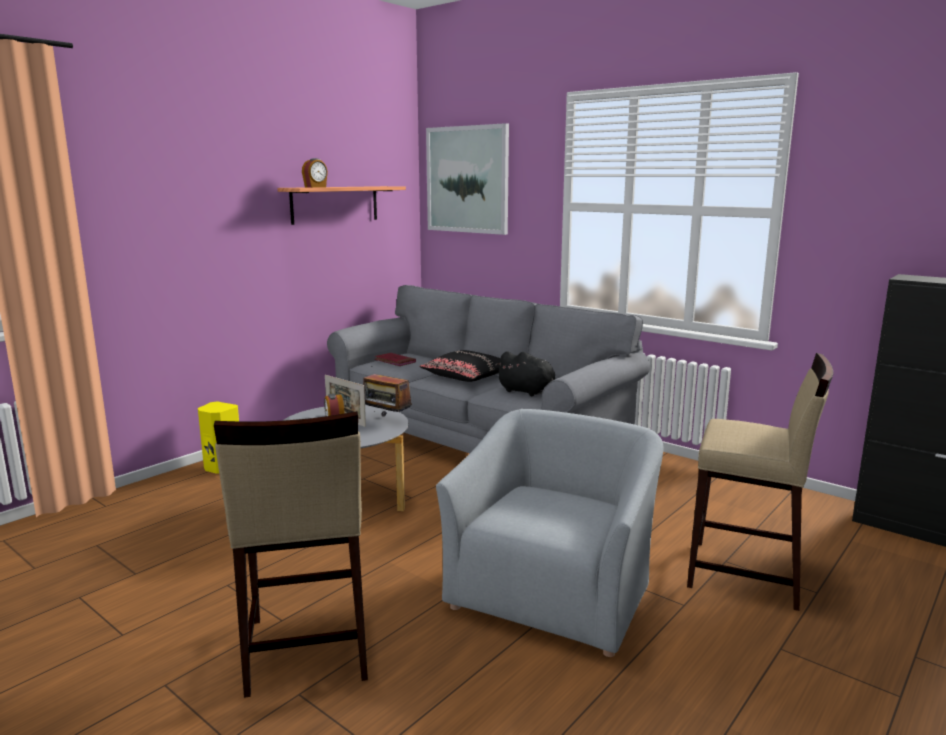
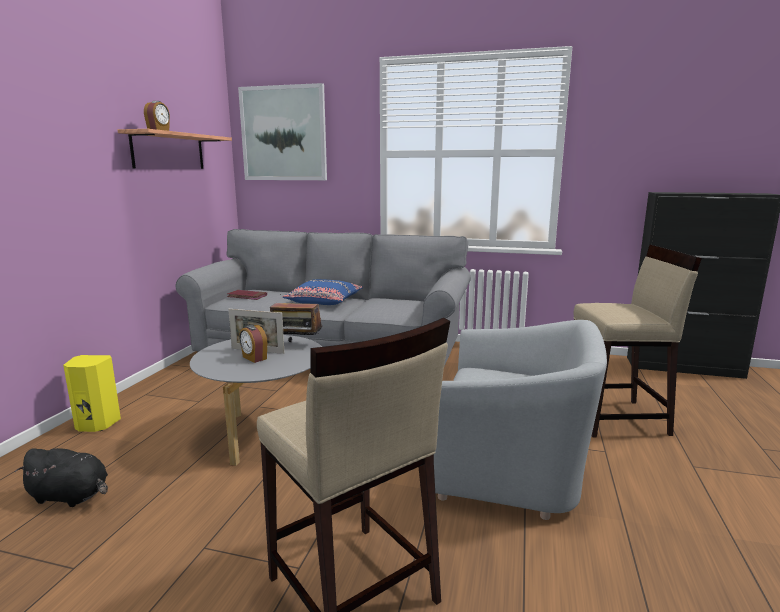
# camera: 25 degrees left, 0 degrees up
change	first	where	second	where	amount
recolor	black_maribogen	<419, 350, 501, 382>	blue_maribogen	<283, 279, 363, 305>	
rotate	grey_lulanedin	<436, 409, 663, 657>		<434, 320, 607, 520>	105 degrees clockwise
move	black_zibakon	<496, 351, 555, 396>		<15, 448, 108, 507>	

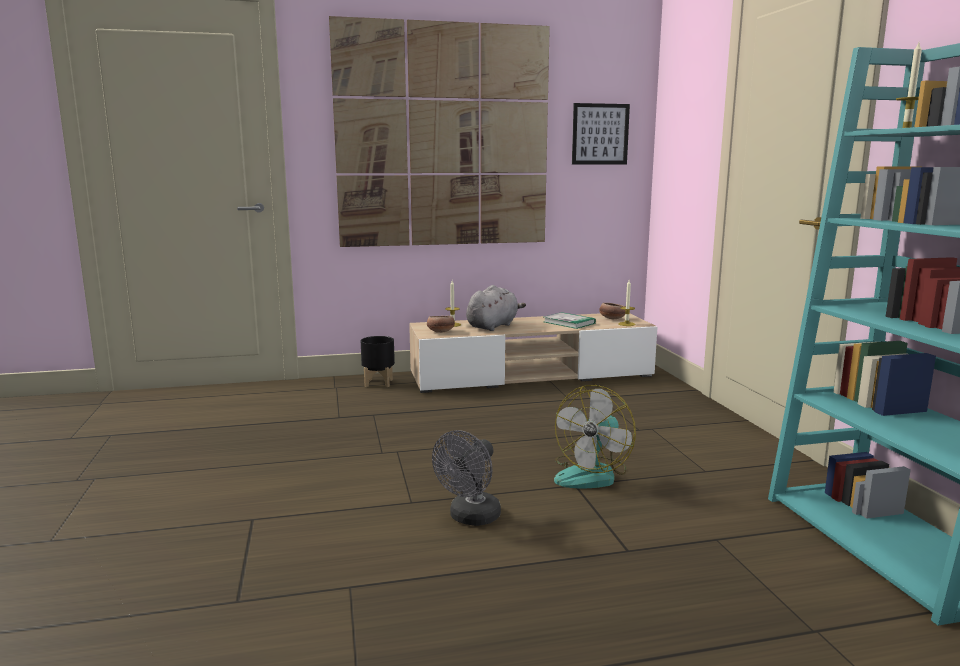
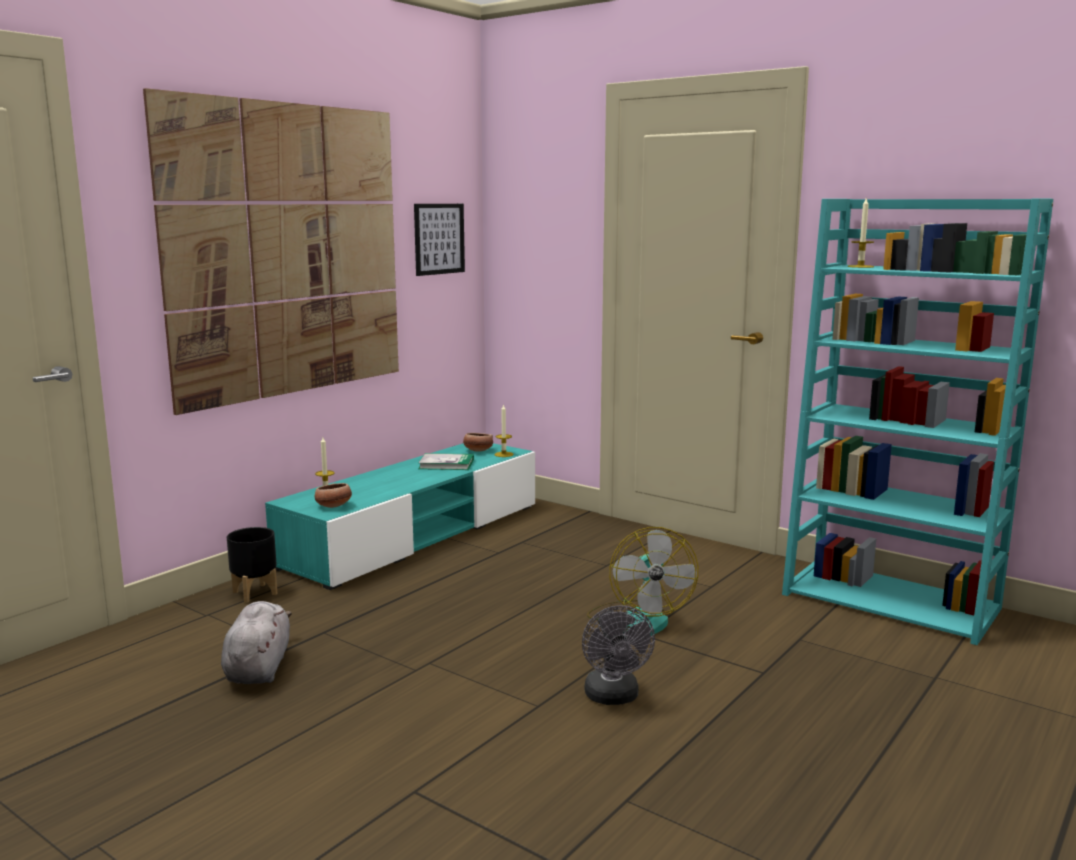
# camera: 40 degrees left, 0 degrees up
change	first	where	second	where	amount
recolor	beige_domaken	<409, 313, 657, 393>	turquoise_domaken	<265, 443, 535, 590>	
move	grey_zibakon	<466, 285, 526, 331>		<221, 601, 292, 684>	

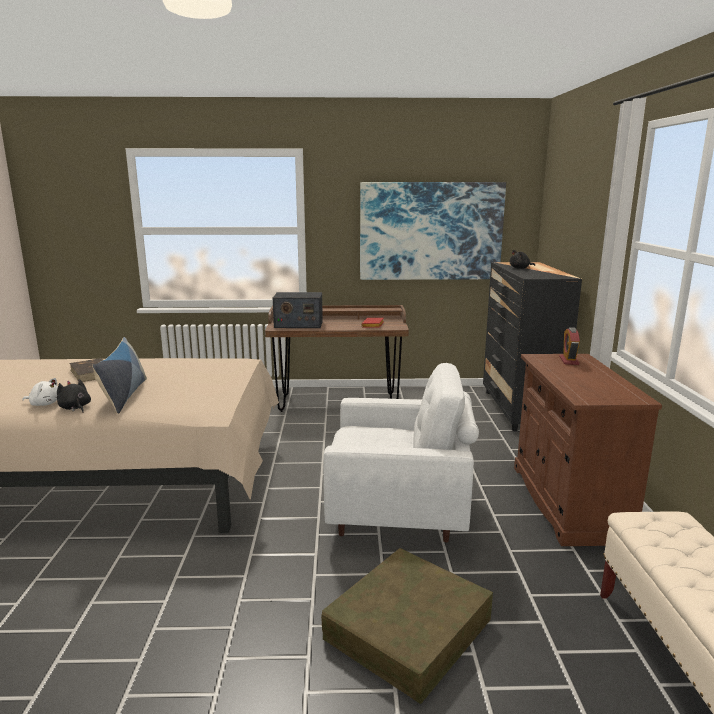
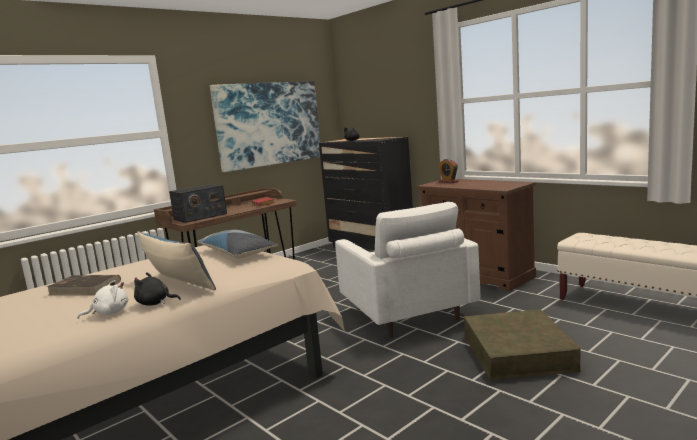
# camera: 40 degrees left, 5 degrees down
change	first	where	second	where	amount
rotate	white_lulanedin	<323, 363, 479, 542>		<335, 202, 481, 338>	105 degrees clockwise
insert			maribogen	<197, 230, 278, 259>	

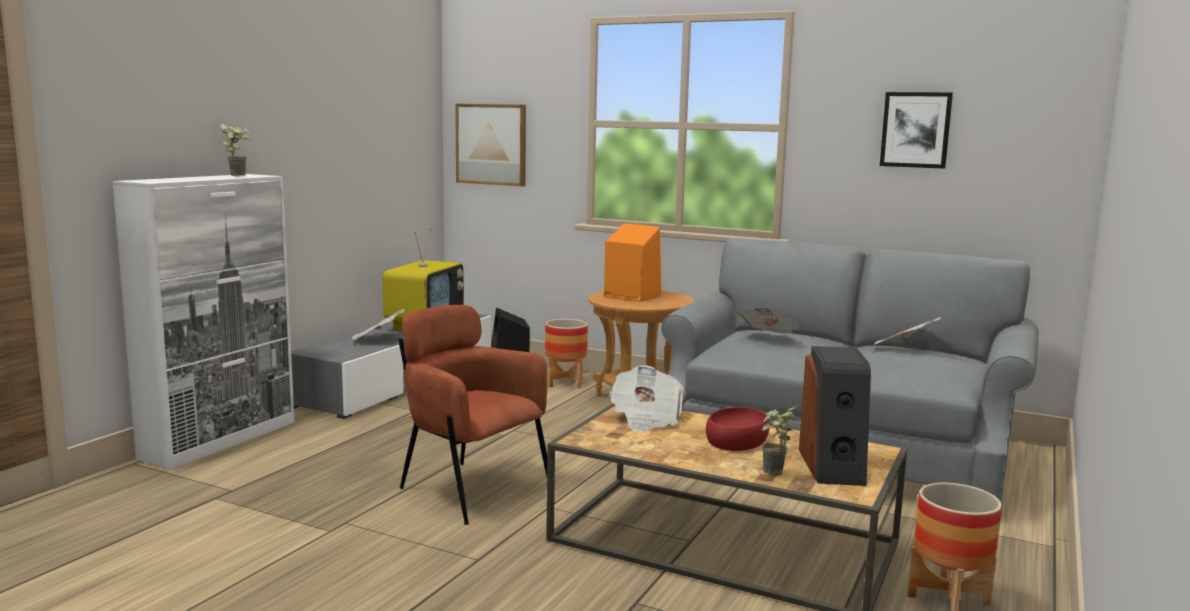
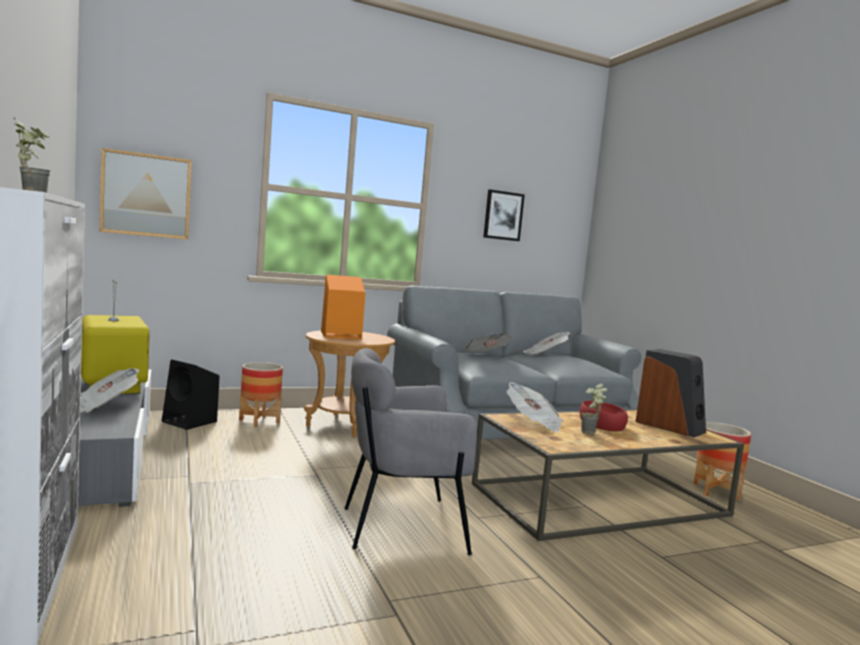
# camera: 50 degrees left, 5 degrees down
change	first	where	second	where	amount
recolor	brown_lulanedin	<398, 304, 548, 525>	grey_lulanedin	<345, 348, 477, 555>	
move	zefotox	<762, 405, 797, 476>		<581, 383, 607, 435>	

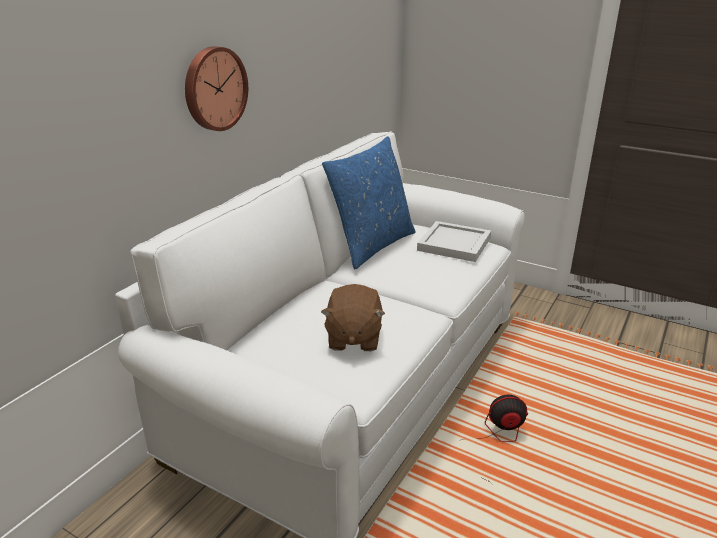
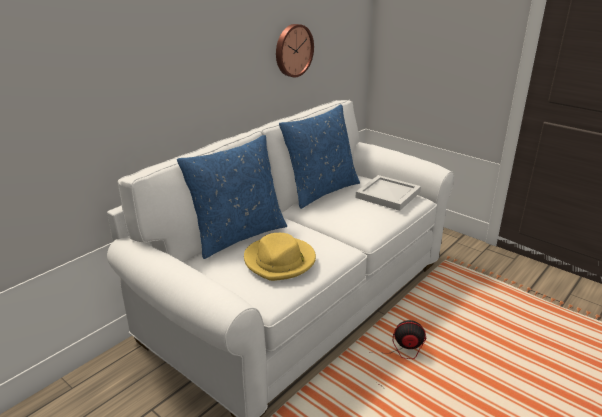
# camera: 10 degrees right, 0 degrees up
change	first	where	second	where	amount
move	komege	<185, 46, 248, 131>		<276, 24, 314, 77>	
replace	brown_zibakon	<321, 284, 385, 351>	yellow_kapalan	<244, 233, 316, 281>	
insert			blue_maribogen	<177, 135, 287, 259>	

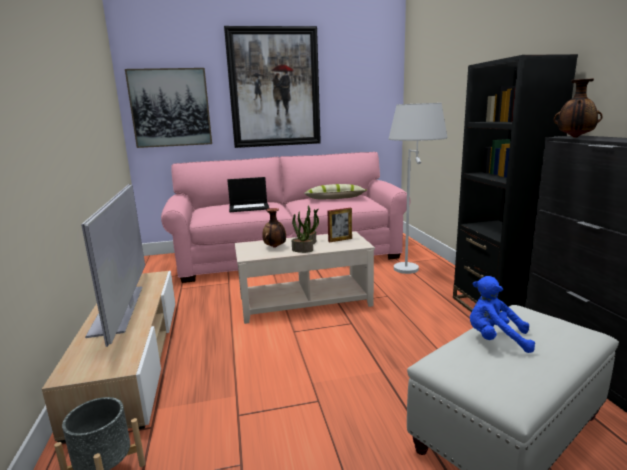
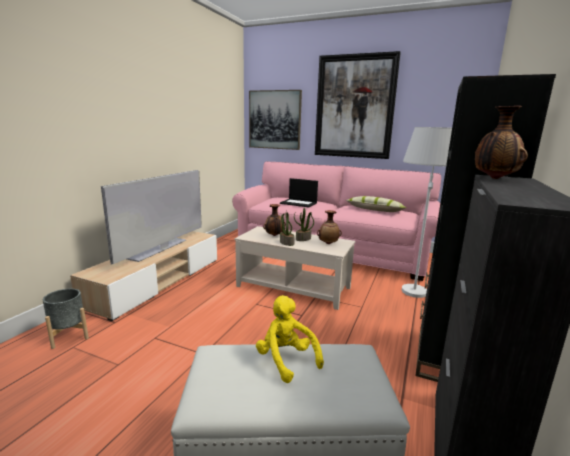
# camera: 35 degrees right, 0 degrees up
change	first	where	second	where	amount
replace	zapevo	<328, 208, 352, 242>	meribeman	<317, 210, 342, 244>	
recolor	blue_zibakon	<470, 276, 535, 353>	yellow_zibakon	<256, 295, 324, 383>	

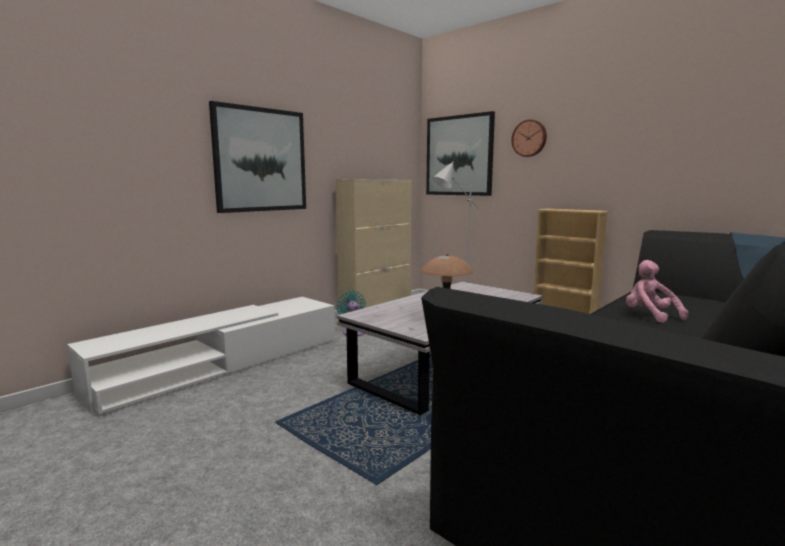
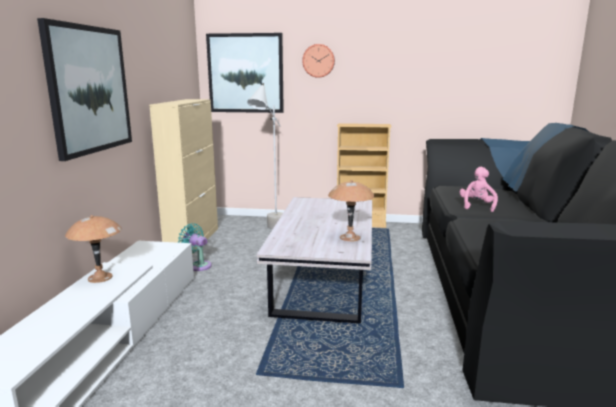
# camera: 35 degrees left, 5 degrees up
change	first	where	second	where	amount
rotate	pink_zibakon	<626, 260, 688, 323>		<460, 167, 498, 212>	75 degrees clockwise
insert			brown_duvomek	<65, 215, 122, 283>	

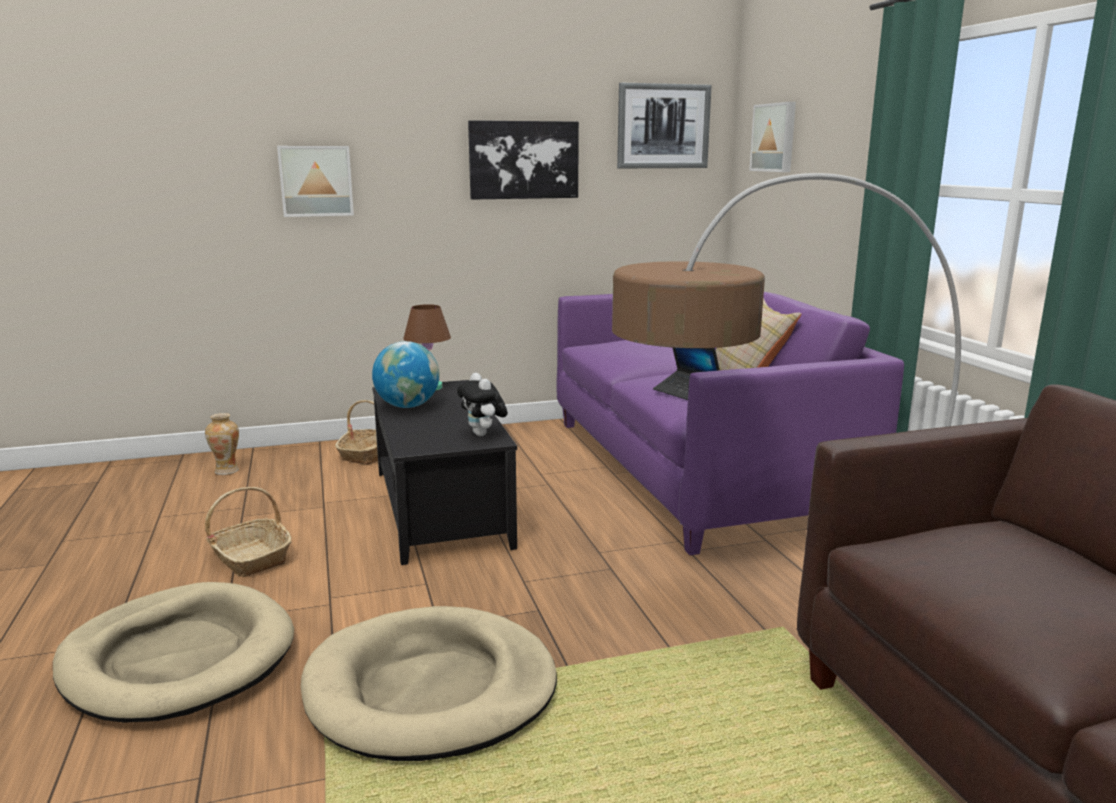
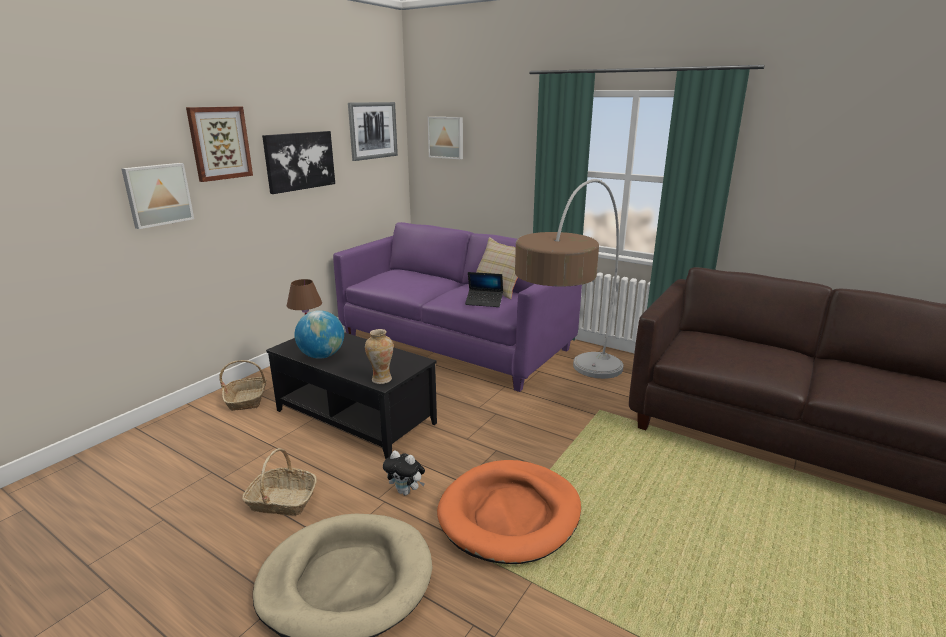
# camera: 40 degrees left, 5 degrees up
change	first	where	second	where	amount
move	meribeman	<205, 413, 239, 475>		<365, 329, 393, 384>	
recolor	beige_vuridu	<301, 606, 557, 761>	orange_vuridu	<437, 460, 581, 564>	
move	zibakon	<457, 373, 508, 436>		<383, 450, 425, 495>	
insert			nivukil	<186, 107, 253, 182>	

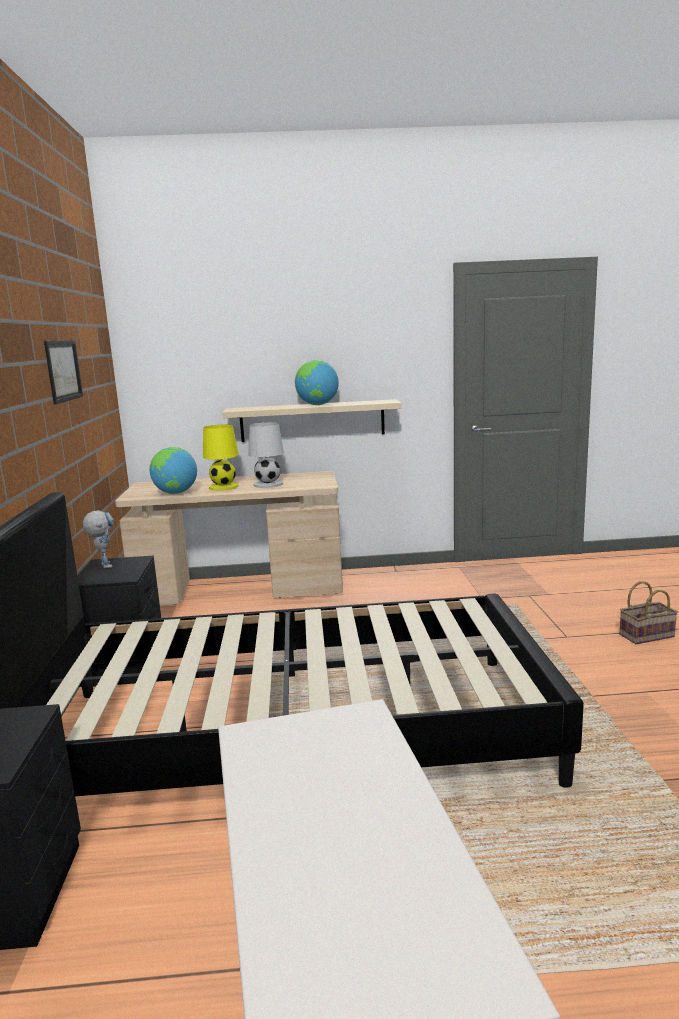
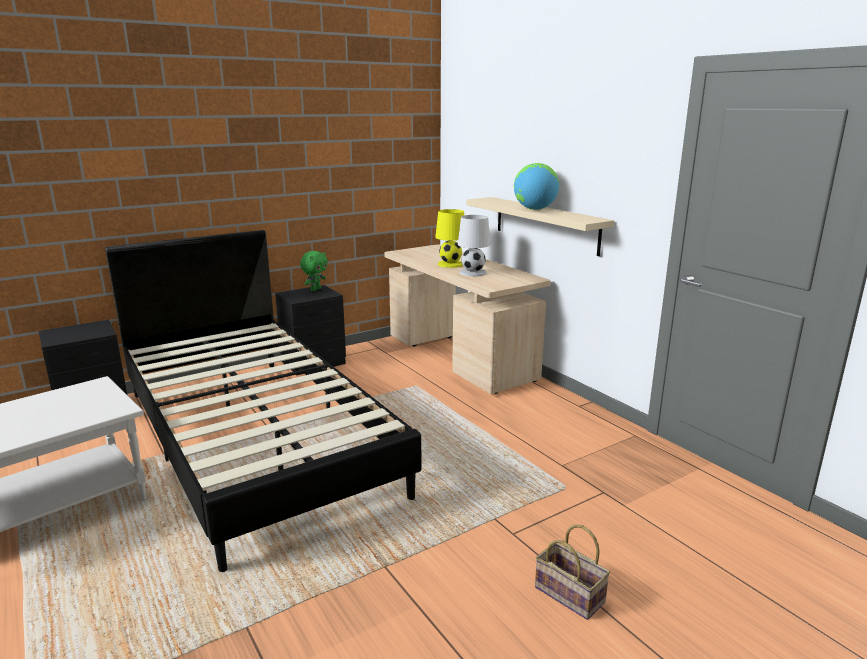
# camera: 60 degrees right, 5 degrees up
change	first	where	second	where	amount
delete	nivukil	<44, 340, 83, 404>			
replace	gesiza	<83, 510, 113, 568>	green_zibakon	<300, 251, 328, 291>	
delete	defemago	<149, 447, 197, 494>			

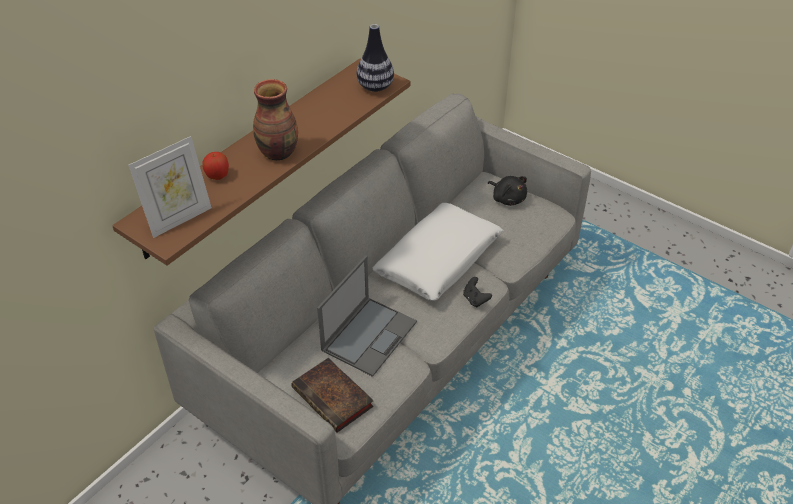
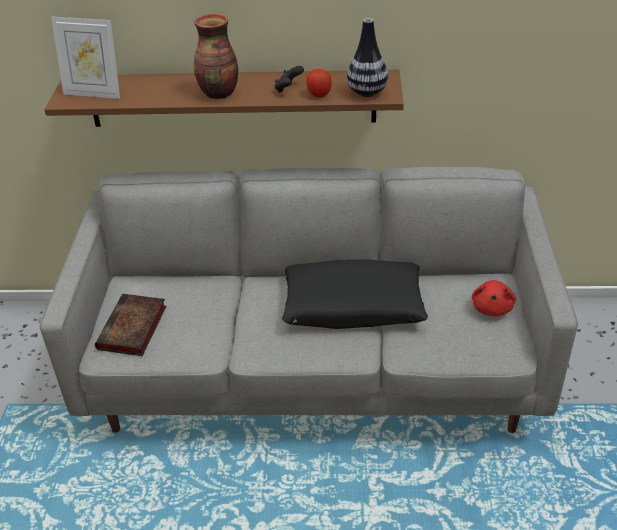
# camera: 55 degrees right, 5 degrees down
change	first	where	second	where	amount
move	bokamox	<203, 152, 229, 180>		<307, 69, 332, 97>	
delete	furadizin	<317, 255, 417, 377>			
recolor	white_maribogen	<372, 203, 503, 301>	black_maribogen	<282, 260, 428, 329>	
move	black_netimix	<463, 277, 492, 307>		<275, 66, 304, 93>	
recolor	black_zibakon	<488, 176, 527, 206>	red_zibakon	<472, 280, 516, 316>	

